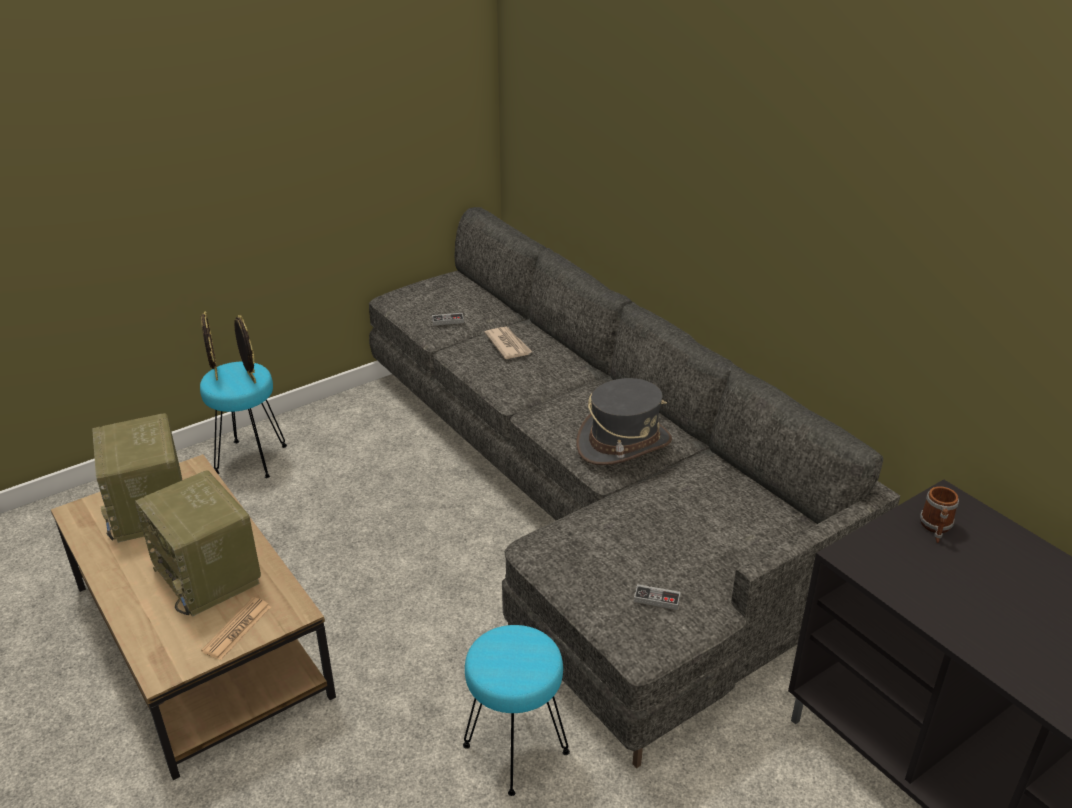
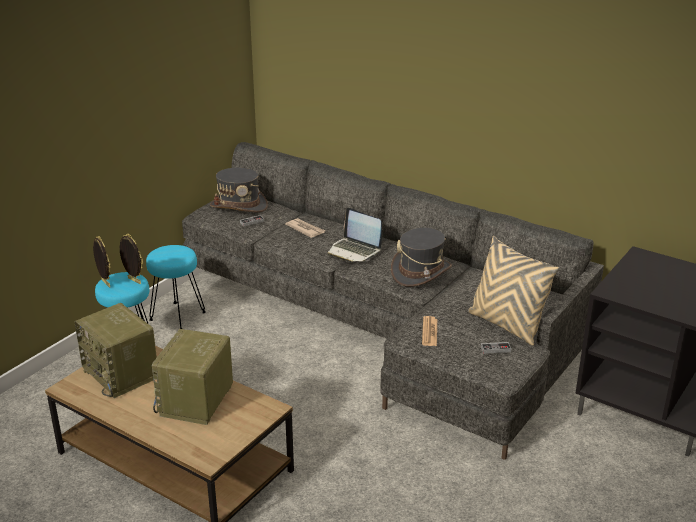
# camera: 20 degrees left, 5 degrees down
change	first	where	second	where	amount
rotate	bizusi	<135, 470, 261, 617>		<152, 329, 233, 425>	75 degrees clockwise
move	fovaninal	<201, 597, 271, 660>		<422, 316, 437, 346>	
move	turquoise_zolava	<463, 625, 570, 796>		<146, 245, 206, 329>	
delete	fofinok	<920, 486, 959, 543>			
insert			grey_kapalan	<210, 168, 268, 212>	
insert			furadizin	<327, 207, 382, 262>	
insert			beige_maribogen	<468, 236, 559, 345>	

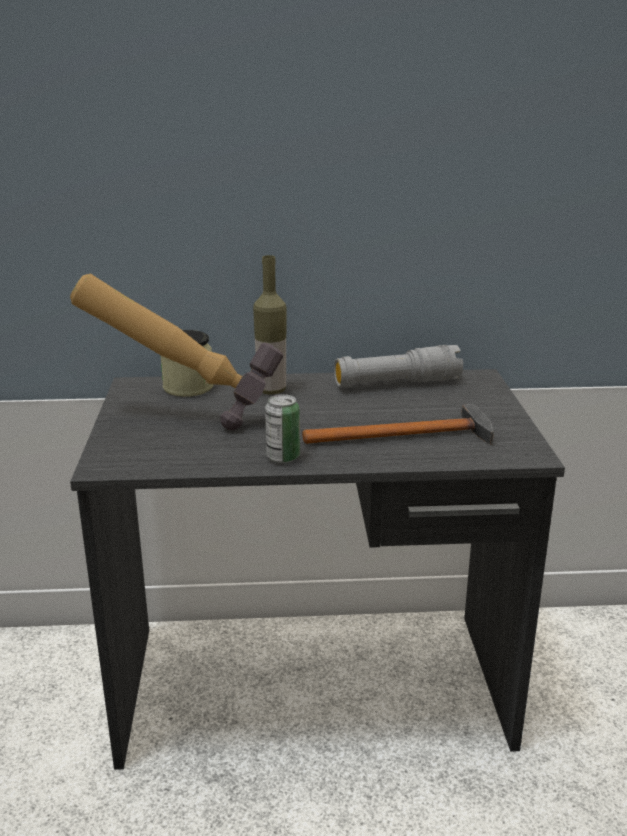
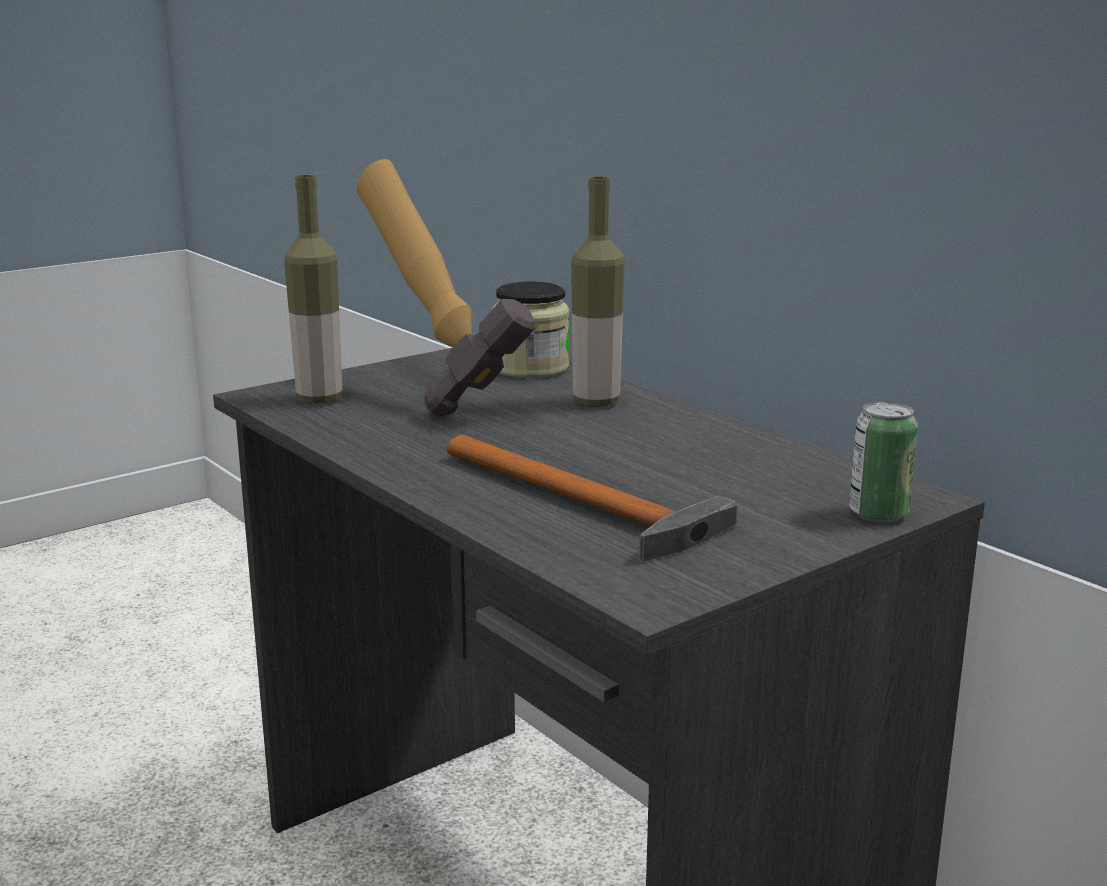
# camera: 55 degrees right, 5 degrees down
change	first	where	second	where	amount
move	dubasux	<265, 394, 300, 463>		<849, 401, 918, 523>	
delete	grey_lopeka	<334, 345, 463, 388>			
insert			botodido	<284, 175, 342, 404>	

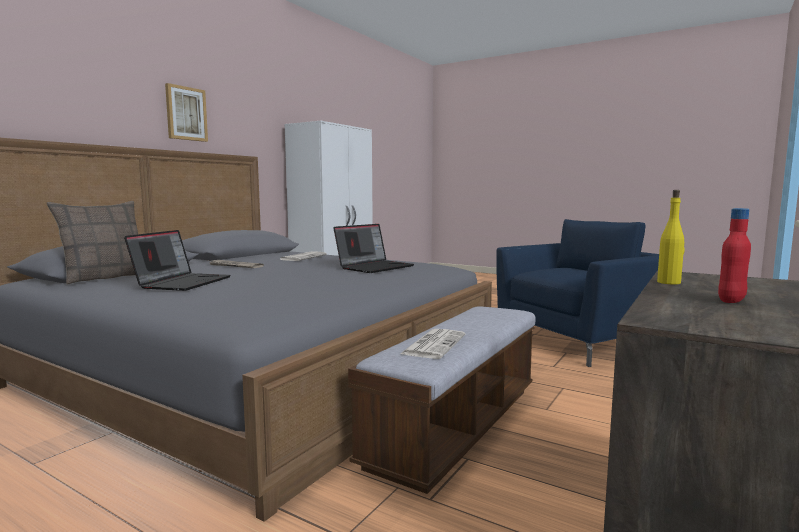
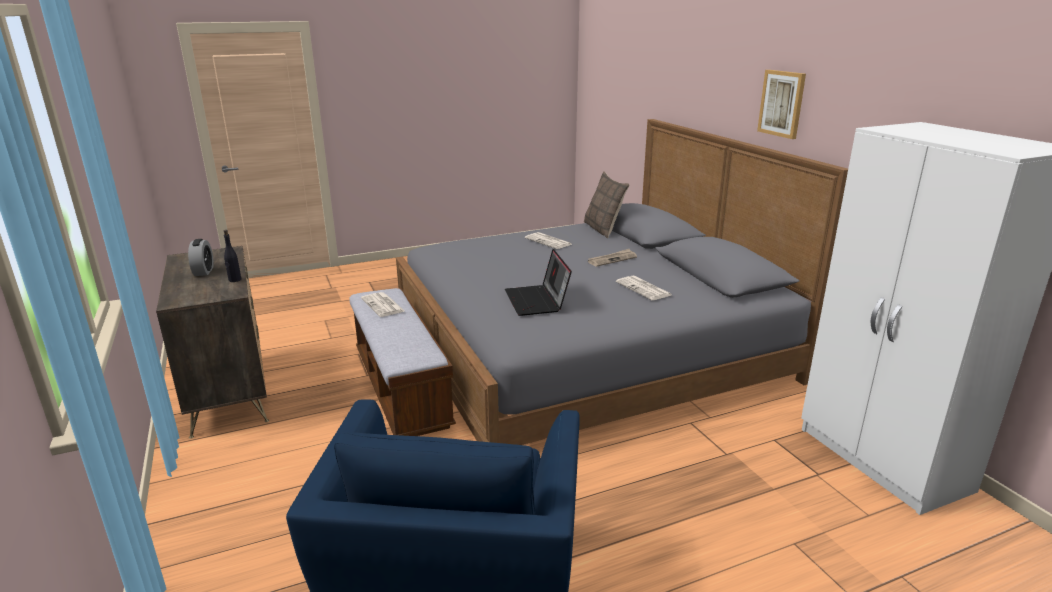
# camera: 125 degrees right, 15 degrees up
change	first	where	second	where	amount
replace	furadizin	<124, 230, 231, 291>	fovaninal	<525, 232, 572, 249>	
recolor	yellow_botodido	<657, 190, 685, 285>	black_botodido	<224, 230, 241, 282>	
replace	red_botodido	<718, 208, 751, 303>	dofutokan	<188, 239, 214, 276>	

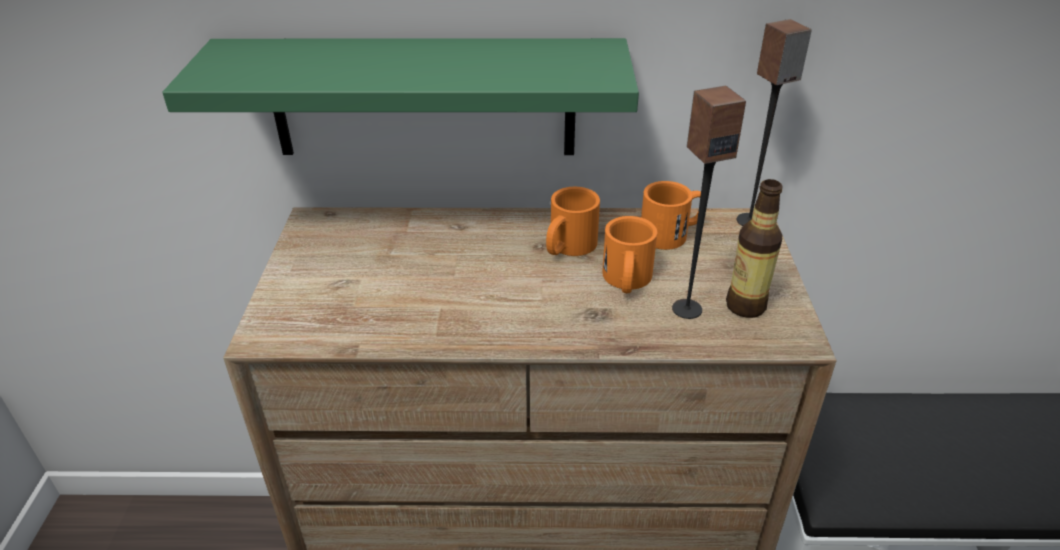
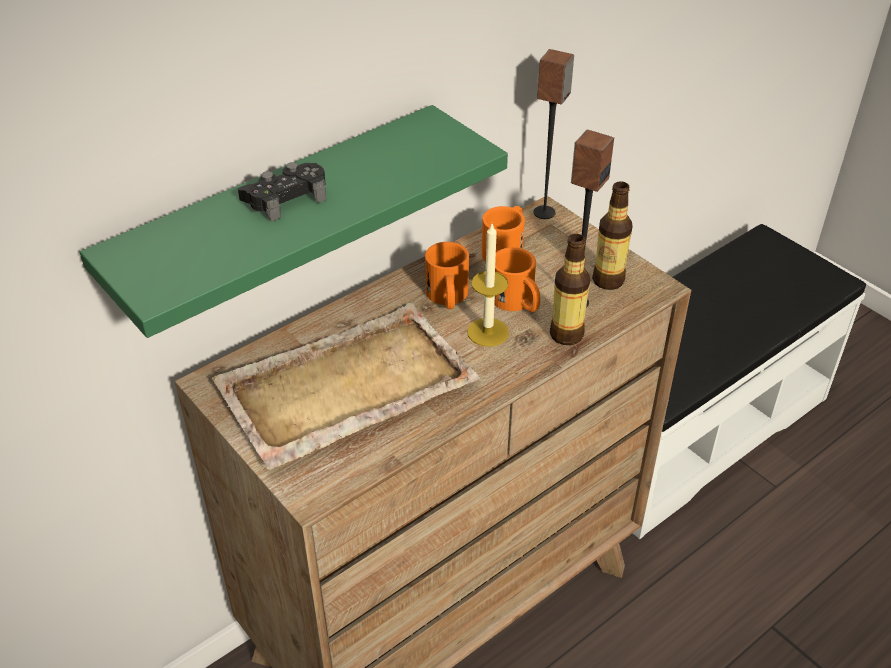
# camera: 40 degrees left, 5 degrees up
change	first	where	second	where	amount
insert			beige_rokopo	<212, 303, 480, 470>	
insert			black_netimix	<238, 162, 326, 222>	
insert			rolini	<467, 224, 509, 347>	
insert			botodido	<550, 234, 590, 345>	

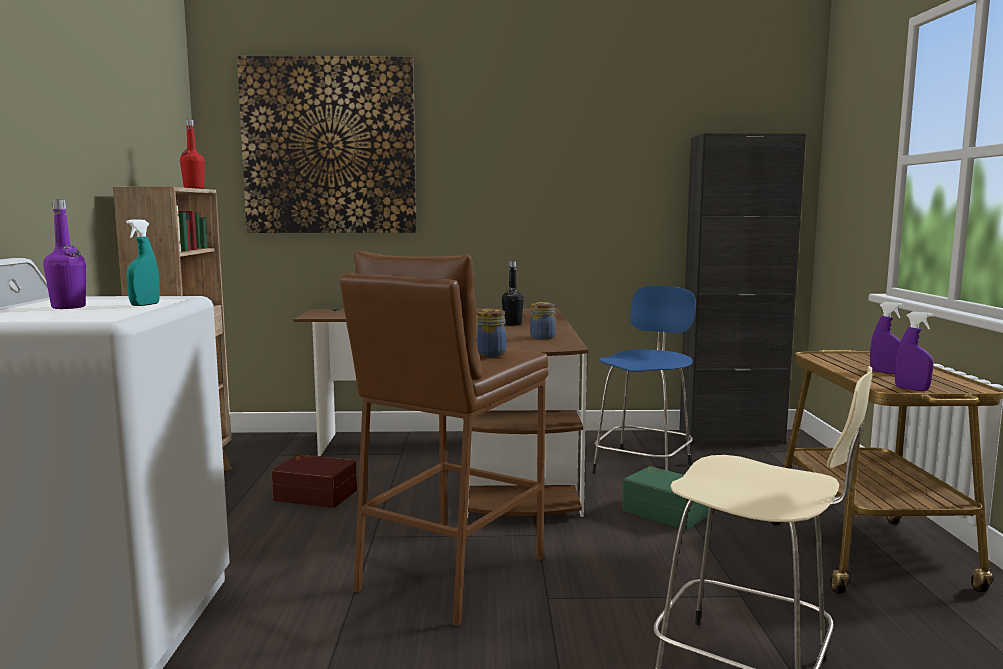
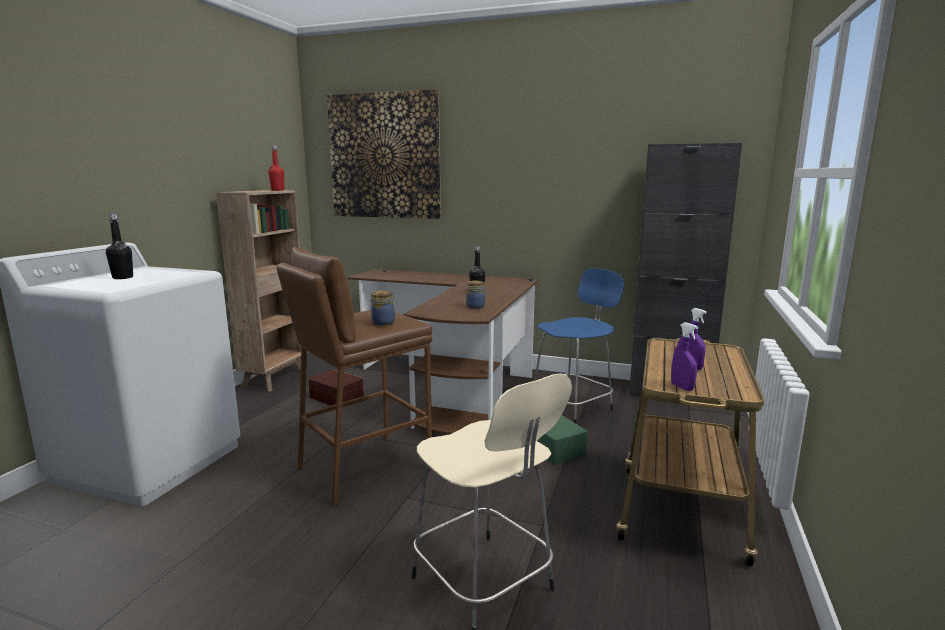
# camera: 20 degrees right, 5 degrees up
change	first	where	second	where	amount
recolor	purple_botodido	<43, 199, 86, 309>	black_botodido	<106, 213, 133, 279>	
delete	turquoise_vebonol	<126, 219, 160, 306>			

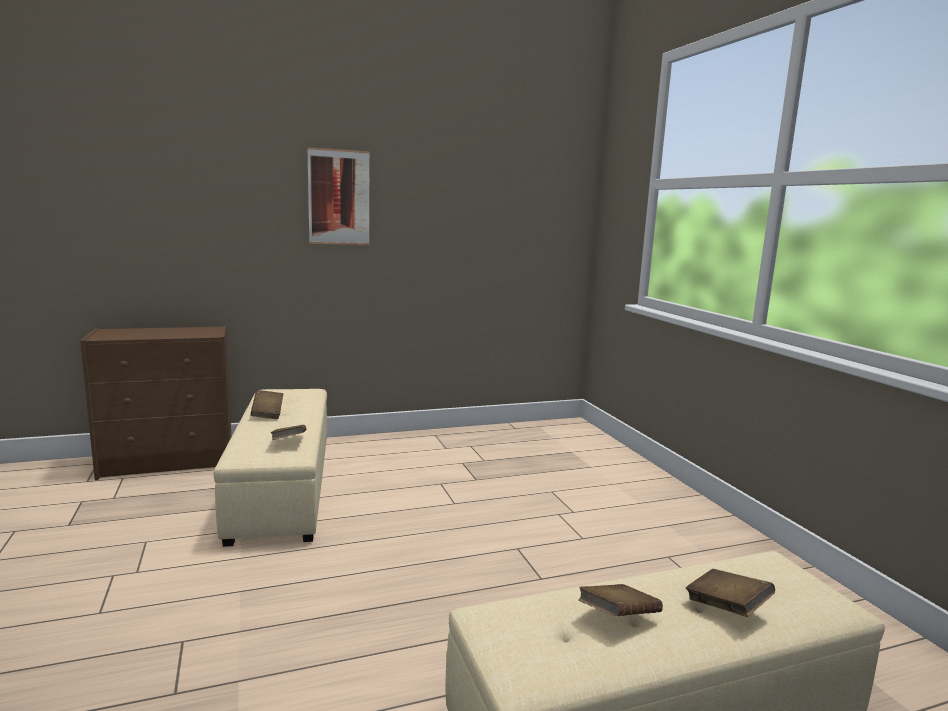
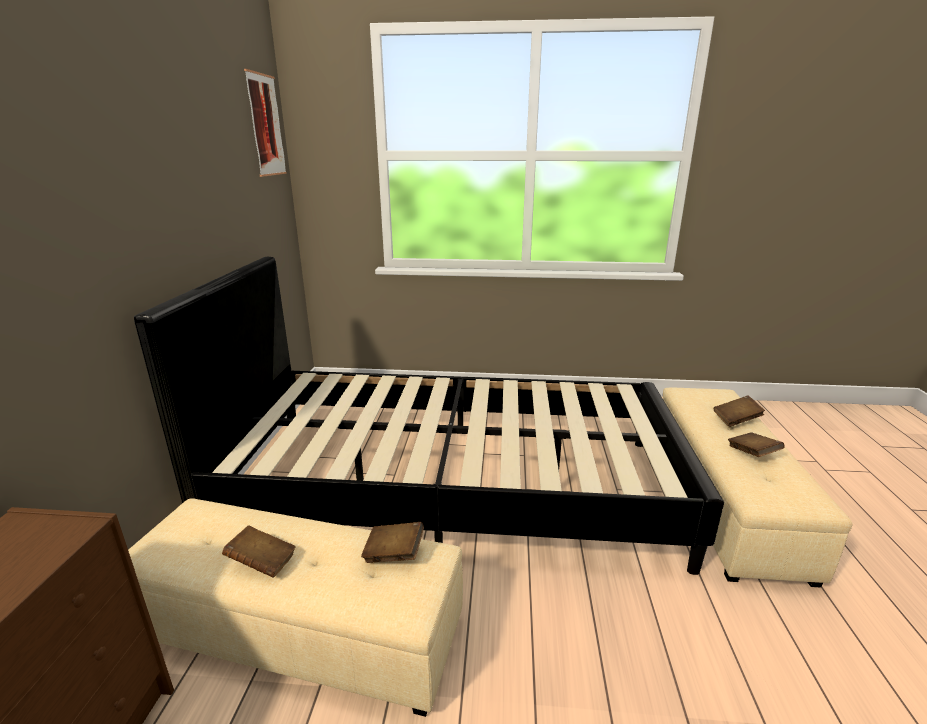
# camera: 65 degrees left, 10 degrees up
change	first	where	second	where	amount
move	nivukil	<307, 147, 370, 245>		<244, 69, 287, 177>	
insert			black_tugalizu	<134, 257, 724, 575>	

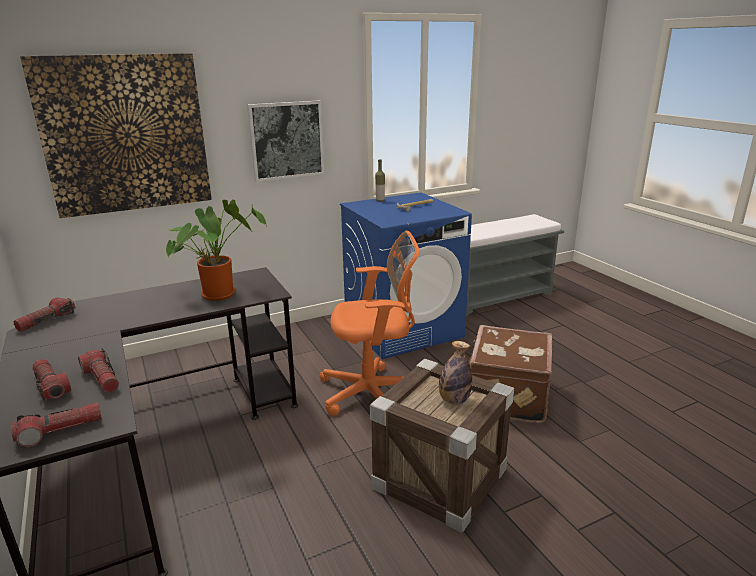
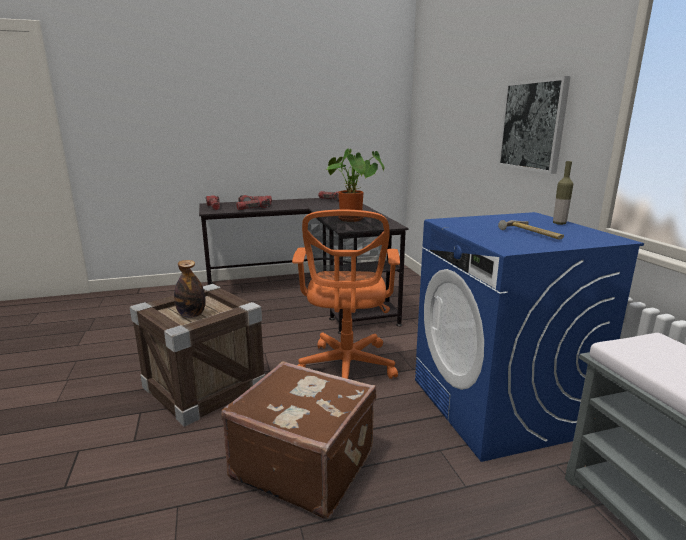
# camera: 100 degrees right, 5 degrees down
change	first	where	second	where	amount
delete	nivukil	<20, 53, 212, 218>			

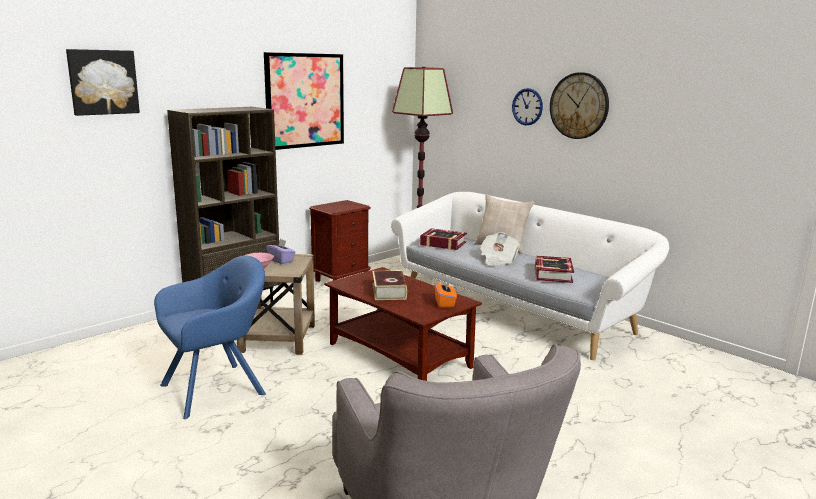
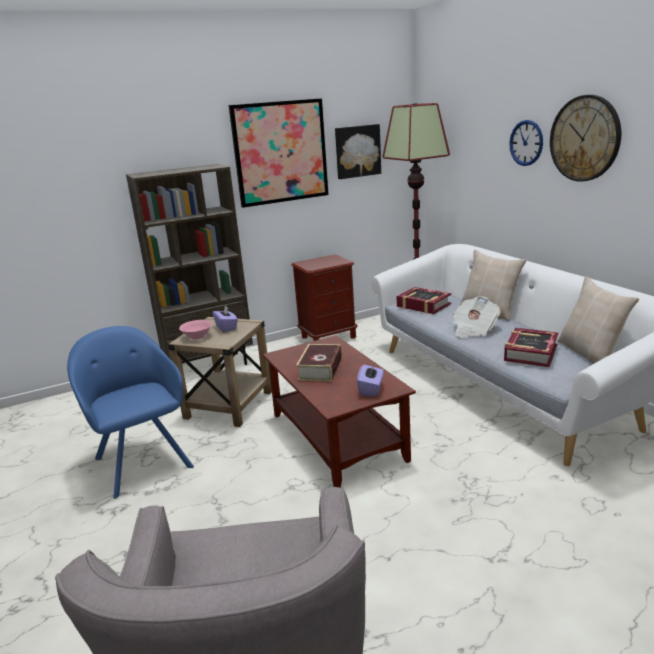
# camera: 20 degrees right, 5 degrees up
change	first	where	second	where	amount
move	nivukil	<66, 49, 140, 116>		<335, 124, 381, 179>	
rotate	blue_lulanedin	<154, 255, 266, 419>		<67, 326, 194, 499>	105 degrees counterclockwise
recolor	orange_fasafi	<434, 279, 457, 308>	purple_fasafi	<357, 363, 384, 396>	
insert			beige_maribogen	<557, 276, 639, 364>	

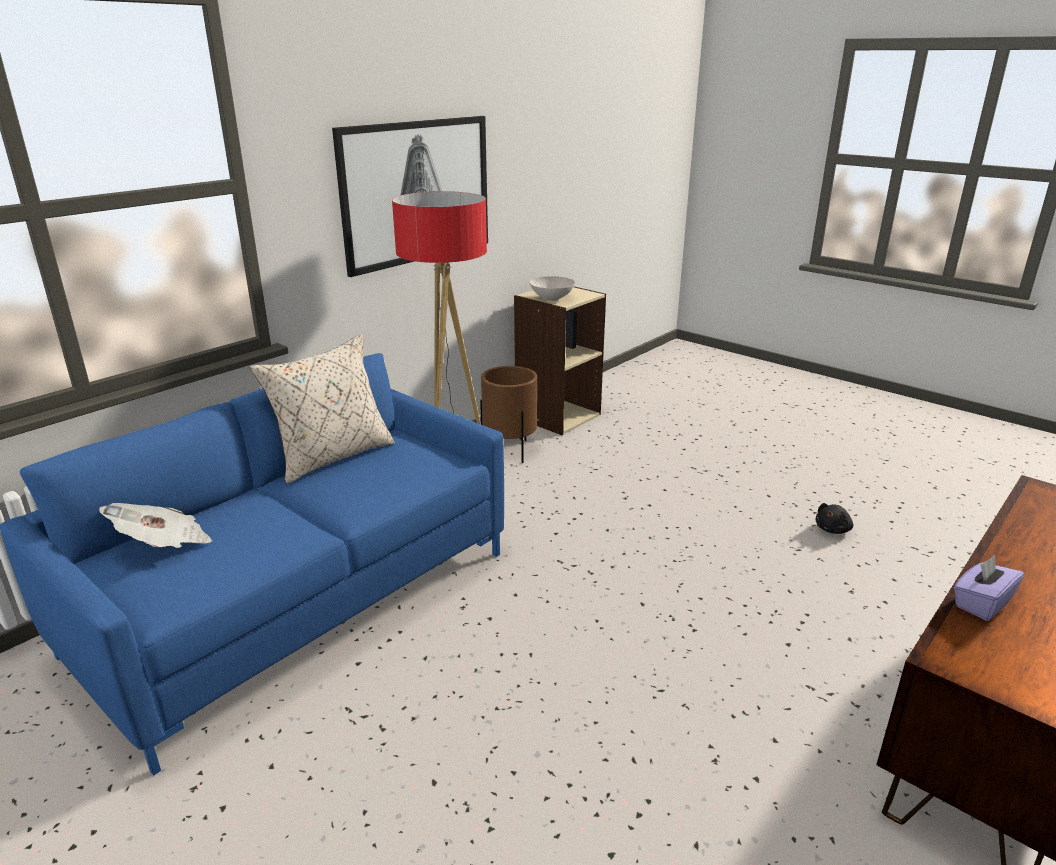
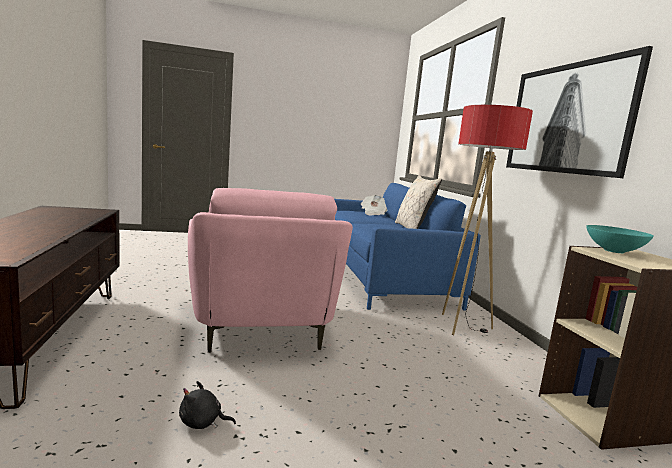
# camera: 125 degrees right, 15 degrees down
change	first	where	second	where	amount
delete	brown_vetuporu	<480, 366, 537, 463>			
recolor	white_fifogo	<530, 276, 575, 301>	turquoise_fifogo	<586, 225, 654, 253>	
rotate	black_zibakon	<815, 503, 853, 534>		<179, 381, 236, 429>	75 degrees counterclockwise
delete	purple_fasafi	<954, 555, 1024, 621>			
insert			pink_lulanedin	<188, 188, 353, 353>	

